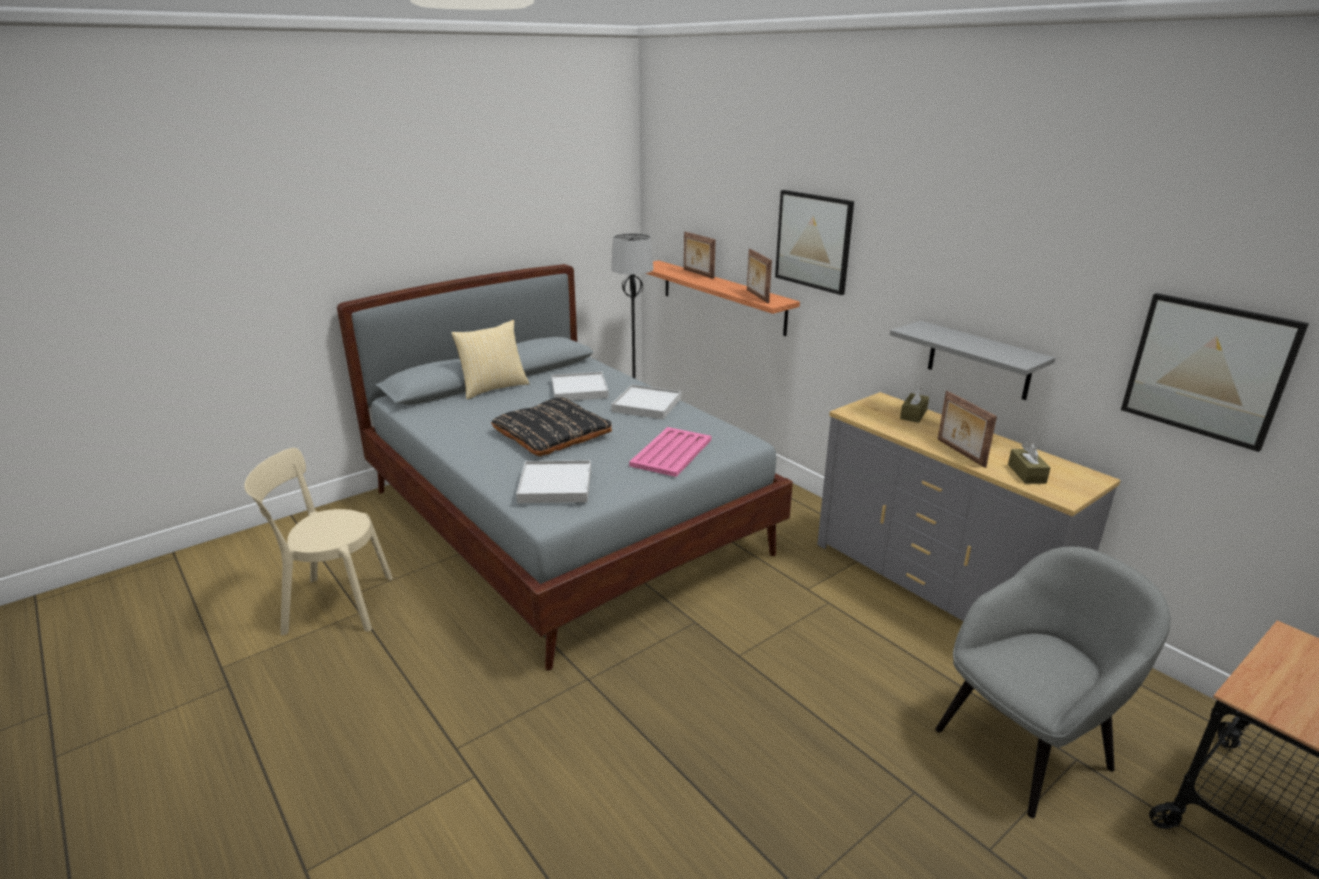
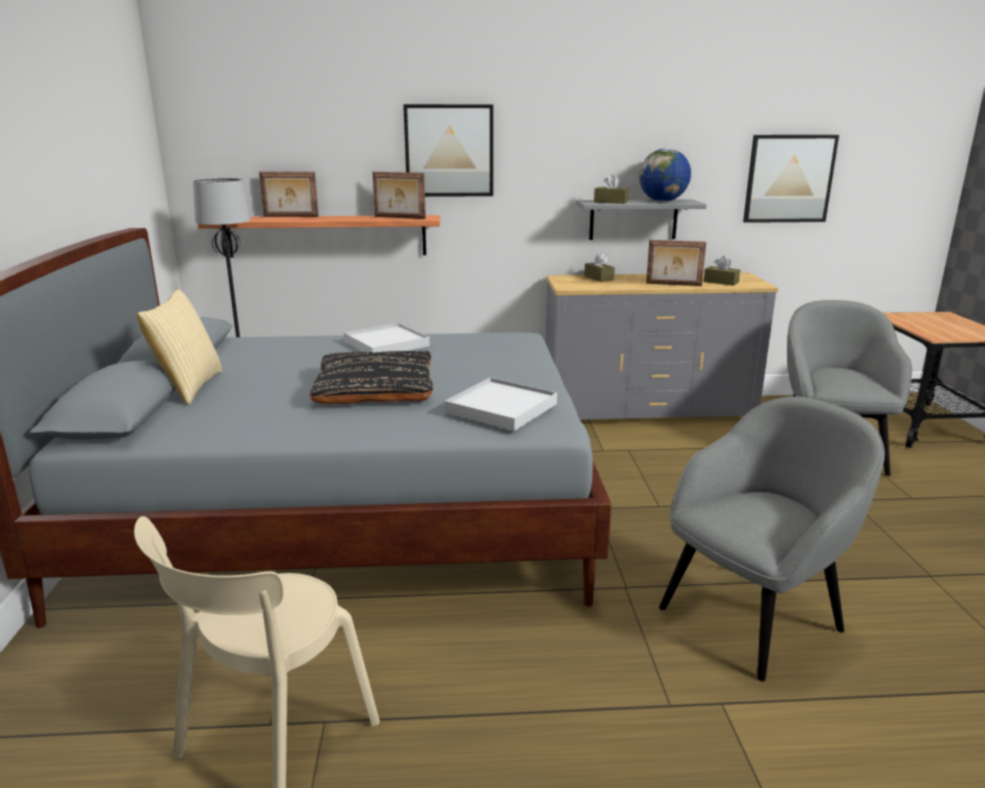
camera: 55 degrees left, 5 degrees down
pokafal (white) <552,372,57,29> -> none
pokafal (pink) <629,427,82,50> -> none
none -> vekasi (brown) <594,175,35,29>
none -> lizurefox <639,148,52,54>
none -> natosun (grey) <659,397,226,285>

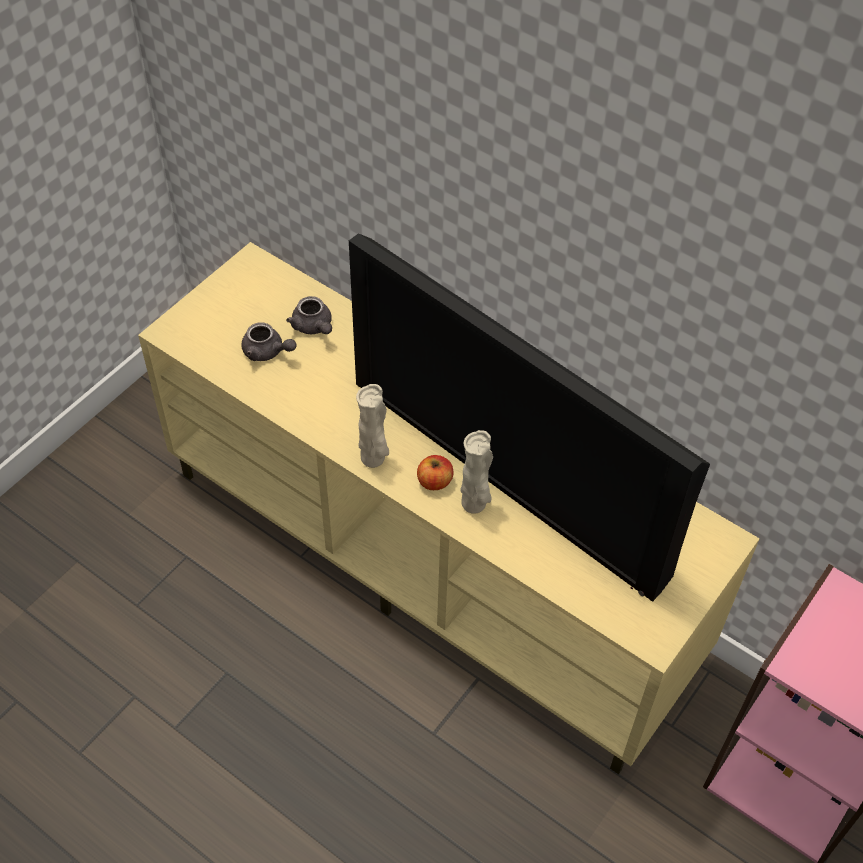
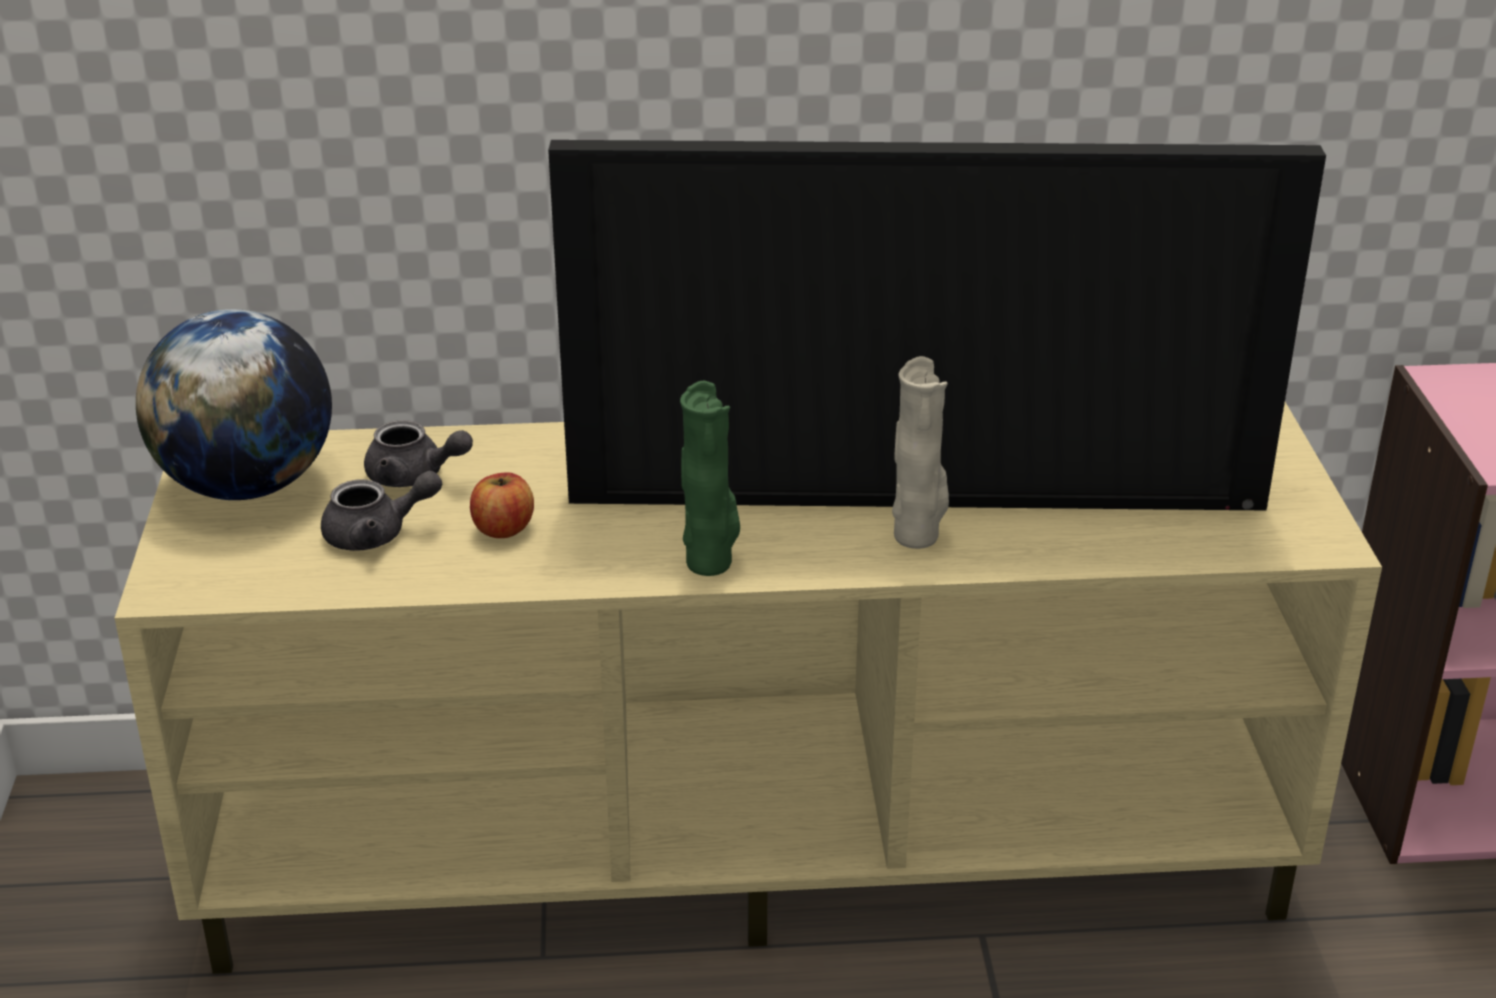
camera: 40 degrees left, 20 degrees down
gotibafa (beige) <356,384,33,84> -> gotibafa (green) <680,381,60,195>
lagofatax <417,455,37,35> -> lagofatax <470,472,64,66>, relocated
none -> lizurefox <136,309,196,191>

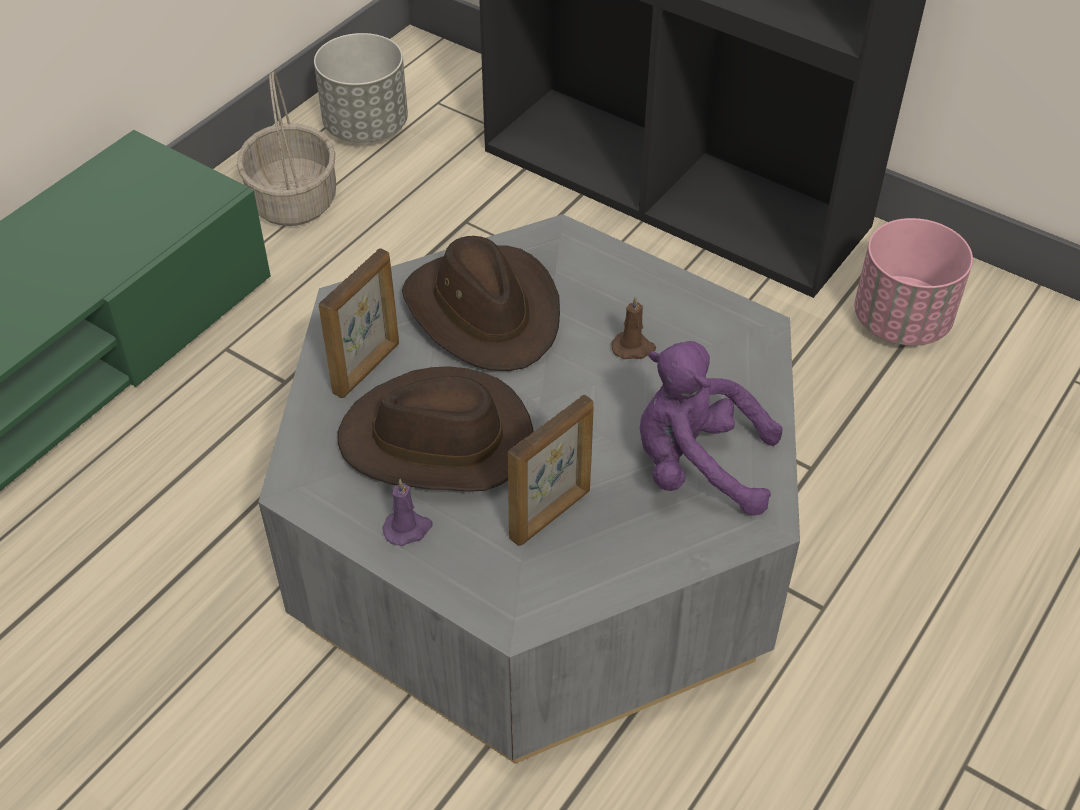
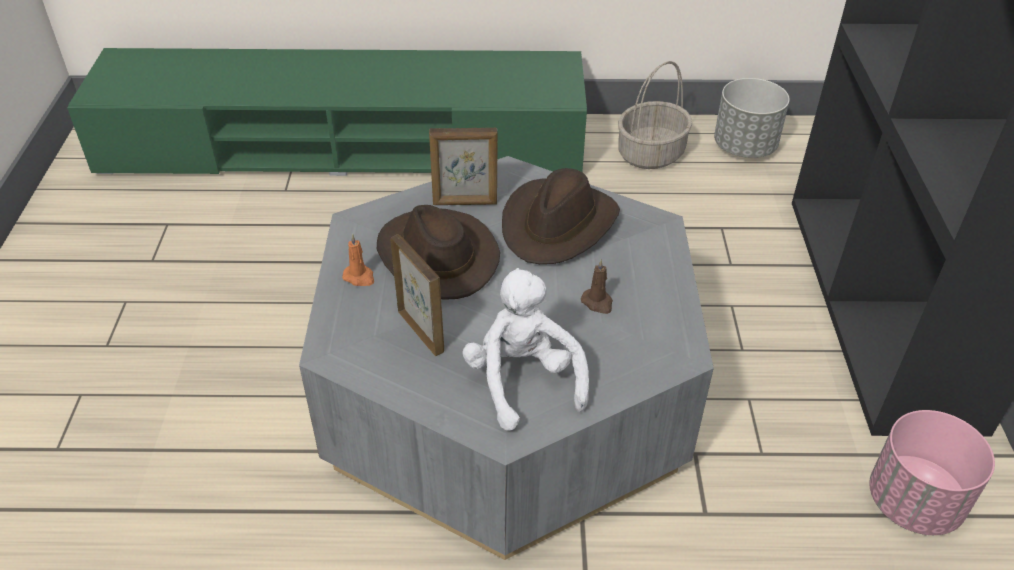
camera: 55 degrees right, 5 degrees down
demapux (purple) <382,479,50,67> -> demapux (orange) <342,234,32,52>
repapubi <508,394,86,152> -> repapubi <390,235,54,122>, 135 degrees counterclockwise
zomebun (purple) <640,341,143,175> -> zomebun (white) <462,268,127,163>

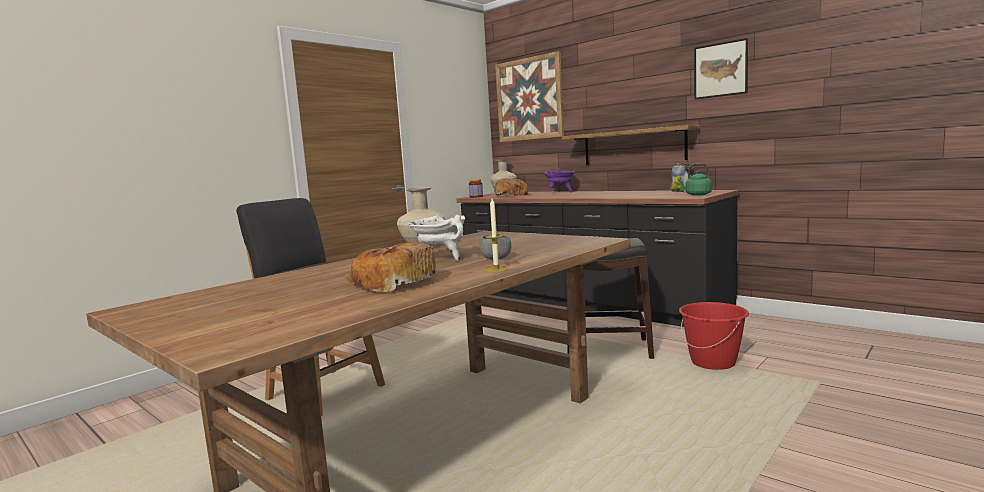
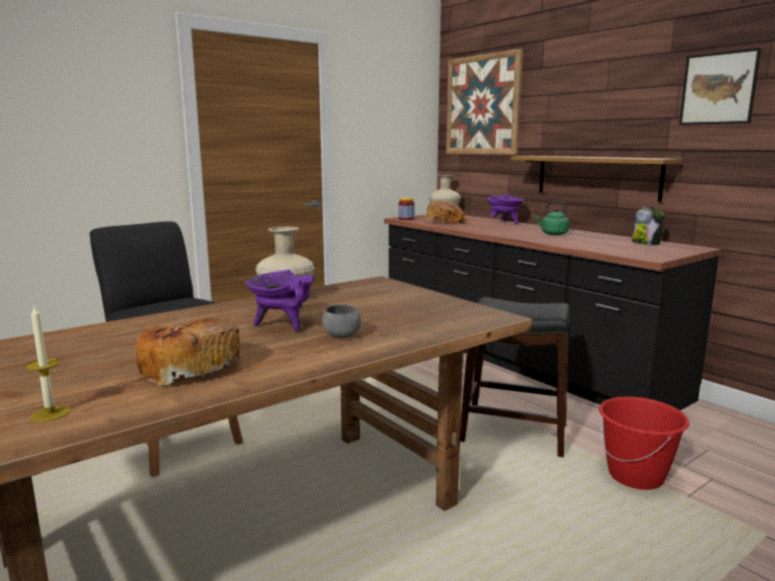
camera: 10 degrees right, 5 degrees up
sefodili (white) <408,215,57,46> -> sefodili (purple) <245,270,70,63>
demapux <485,199,23,73> -> demapux <25,306,45,116>, relocated
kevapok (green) <678,163,34,33> -> kevapok (green) <535,201,34,34>, relocated

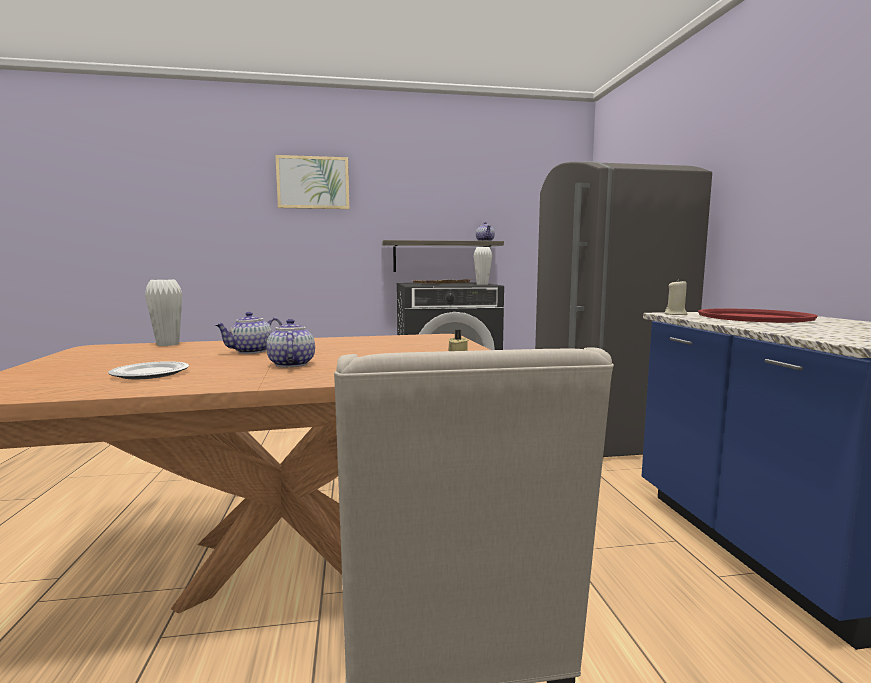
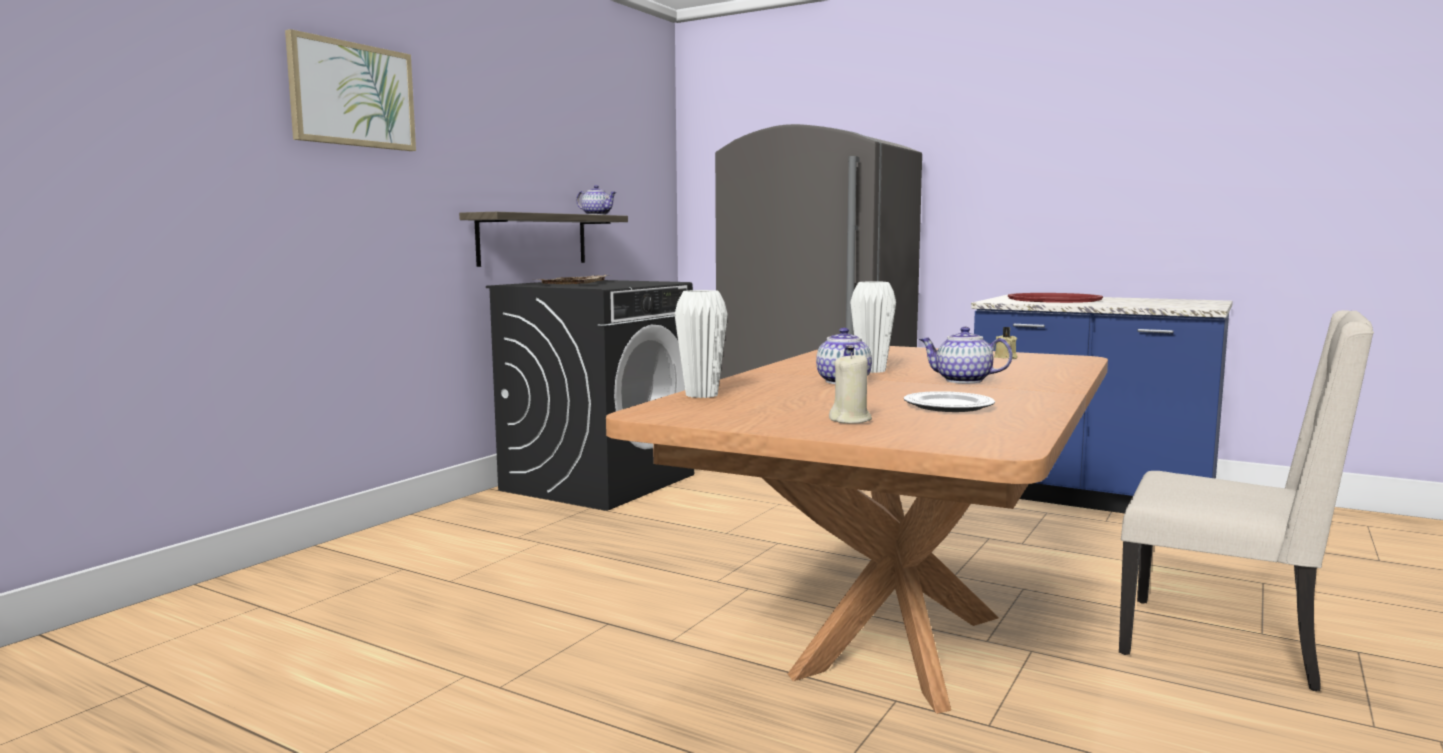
camera: 50 degrees left, 0 degrees up
gotibafa (white) <474,247,18,38> -> gotibafa (white) <850,281,46,92>, relocated
demapux (beige) <665,279,23,36> -> demapux (beige) <829,352,43,71>, relocated

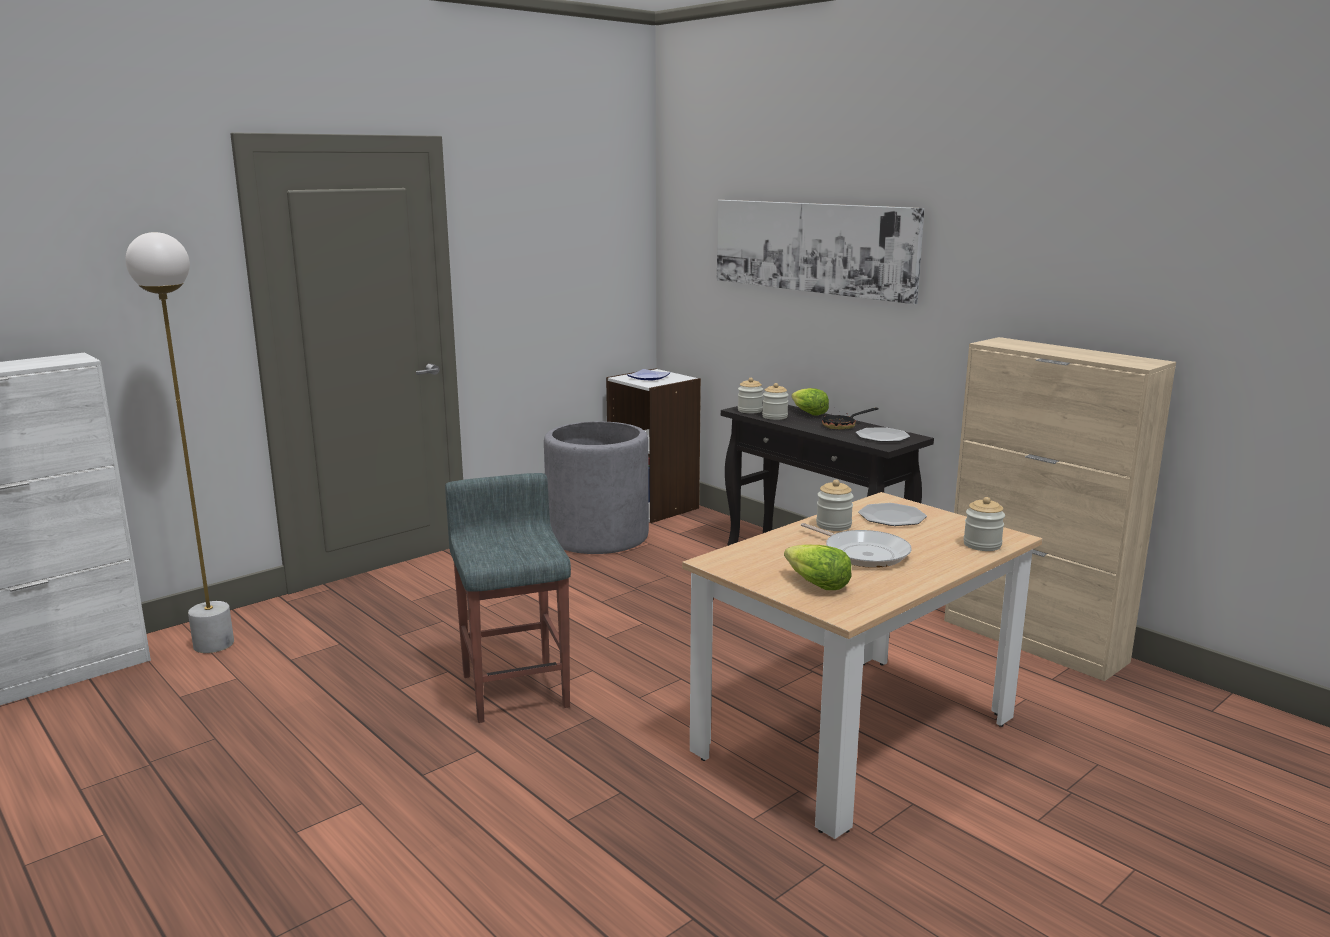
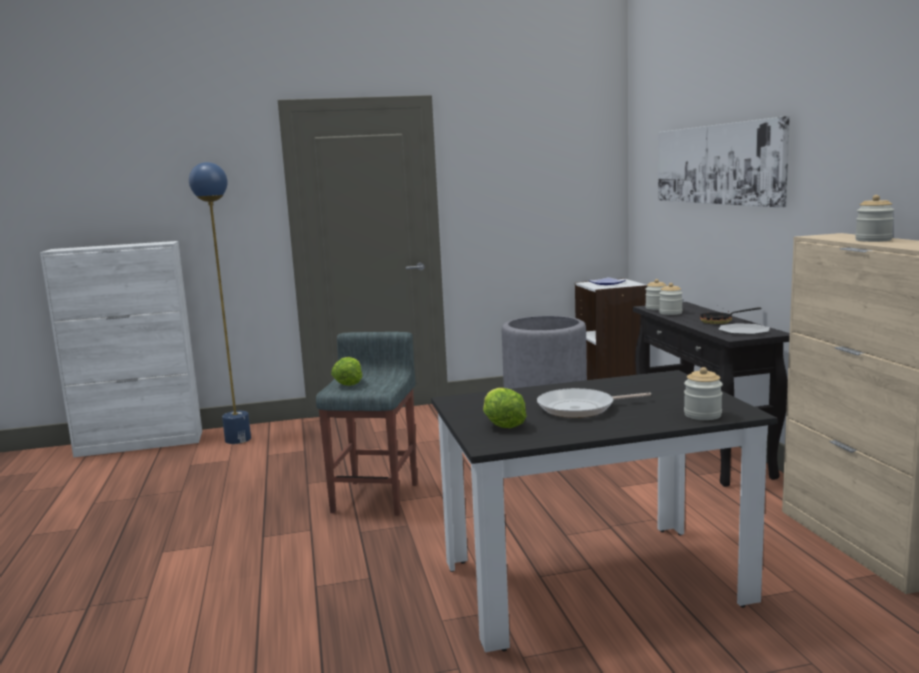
camera: 30 degrees right, 5 degrees down
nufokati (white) <125,232,109,421> -> nufokati (blue) <189,162,62,282>
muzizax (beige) <682,492,360,347> -> muzizax (black) <431,370,346,282>
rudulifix <791,388,38,28> -> rudulifix <331,357,31,29>, relocated
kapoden <801,523,111,45> -> kapoden <537,388,114,30>, 90 degrees clockwise
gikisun <816,480,38,51> -> gikisun <855,195,39,47>, relocated
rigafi <858,503,69,23> -> none

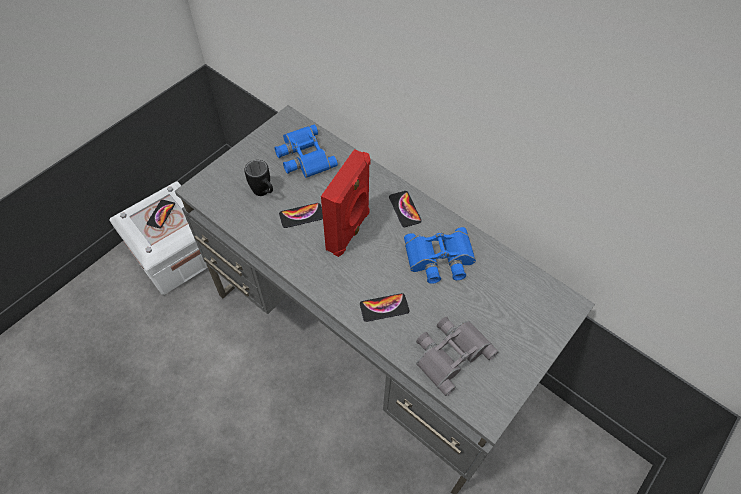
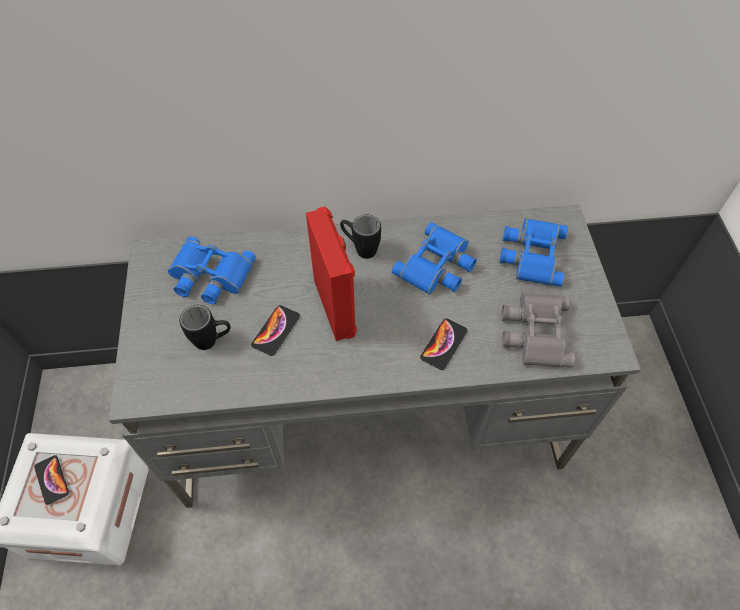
camera: 45 degrees left, 0 degrees up
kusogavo <389,191,33,36> -> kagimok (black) <340,214,41,45>
none -> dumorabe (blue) <499,218,69,69>

